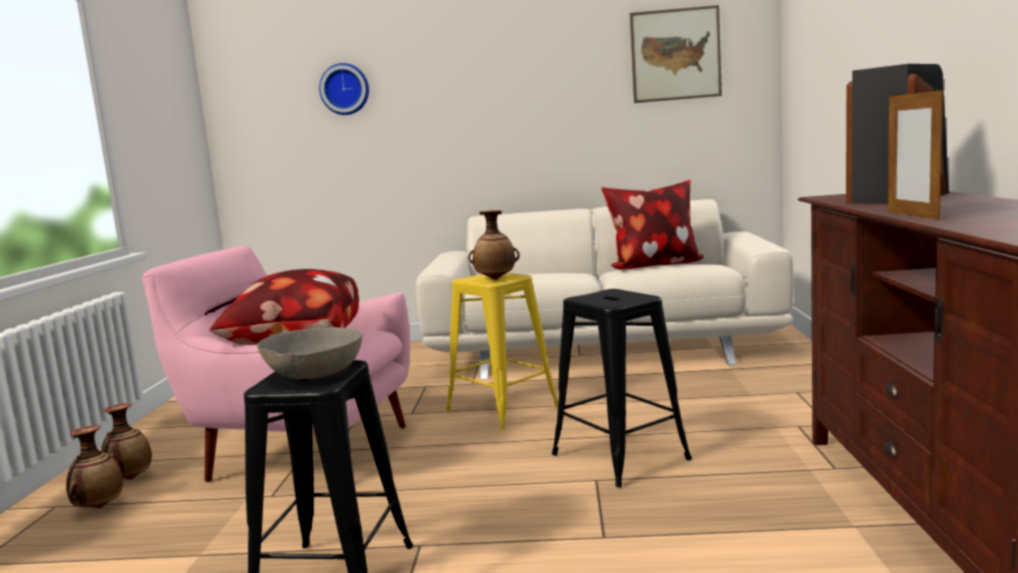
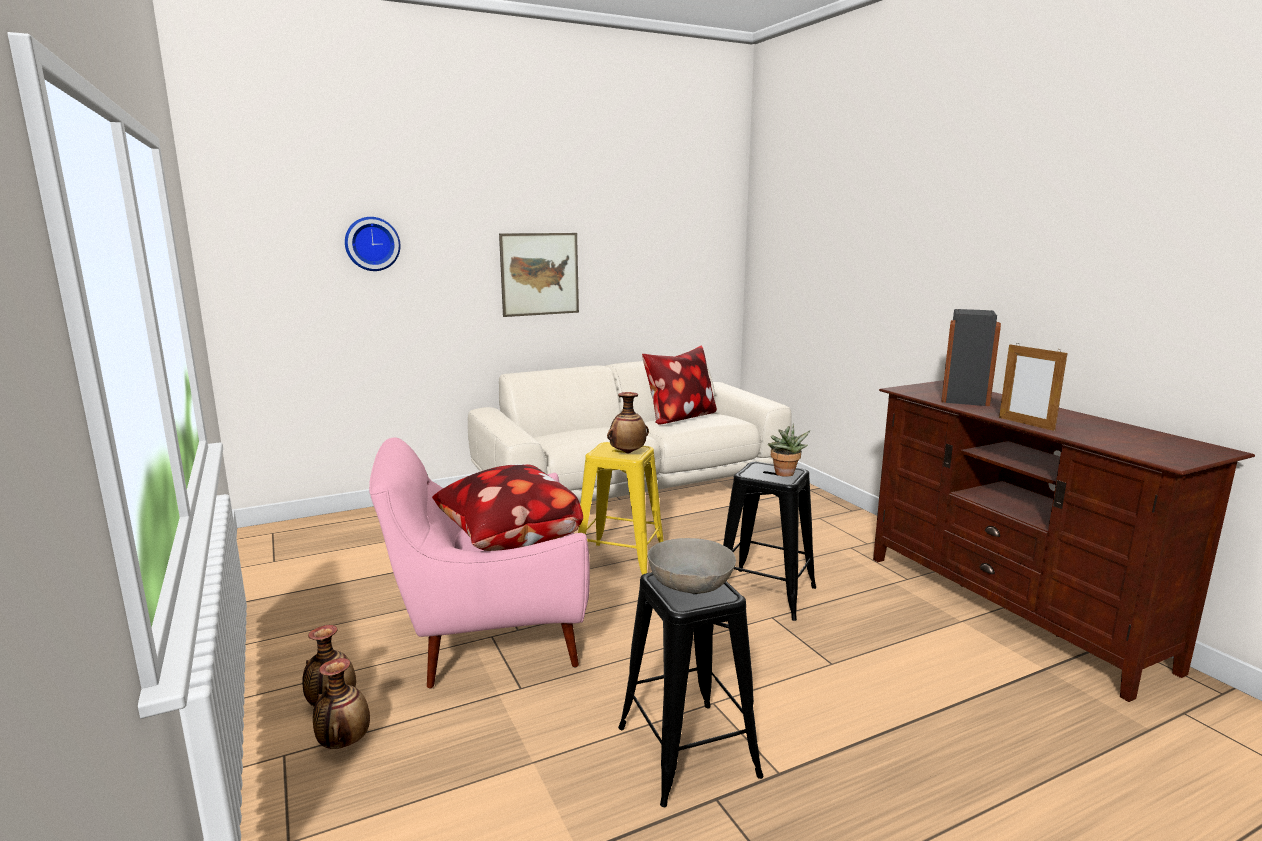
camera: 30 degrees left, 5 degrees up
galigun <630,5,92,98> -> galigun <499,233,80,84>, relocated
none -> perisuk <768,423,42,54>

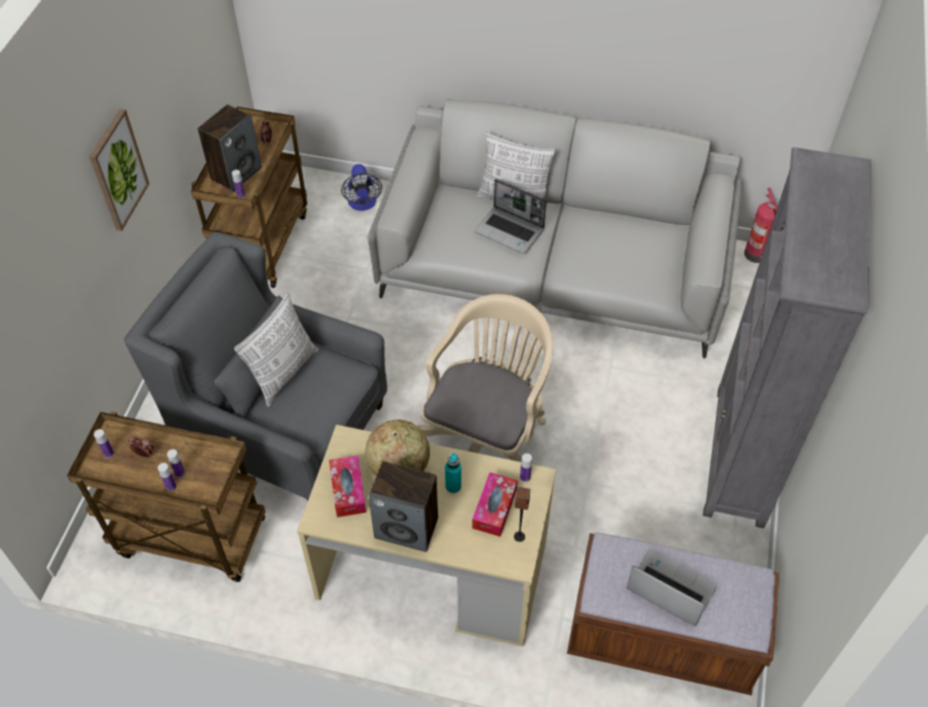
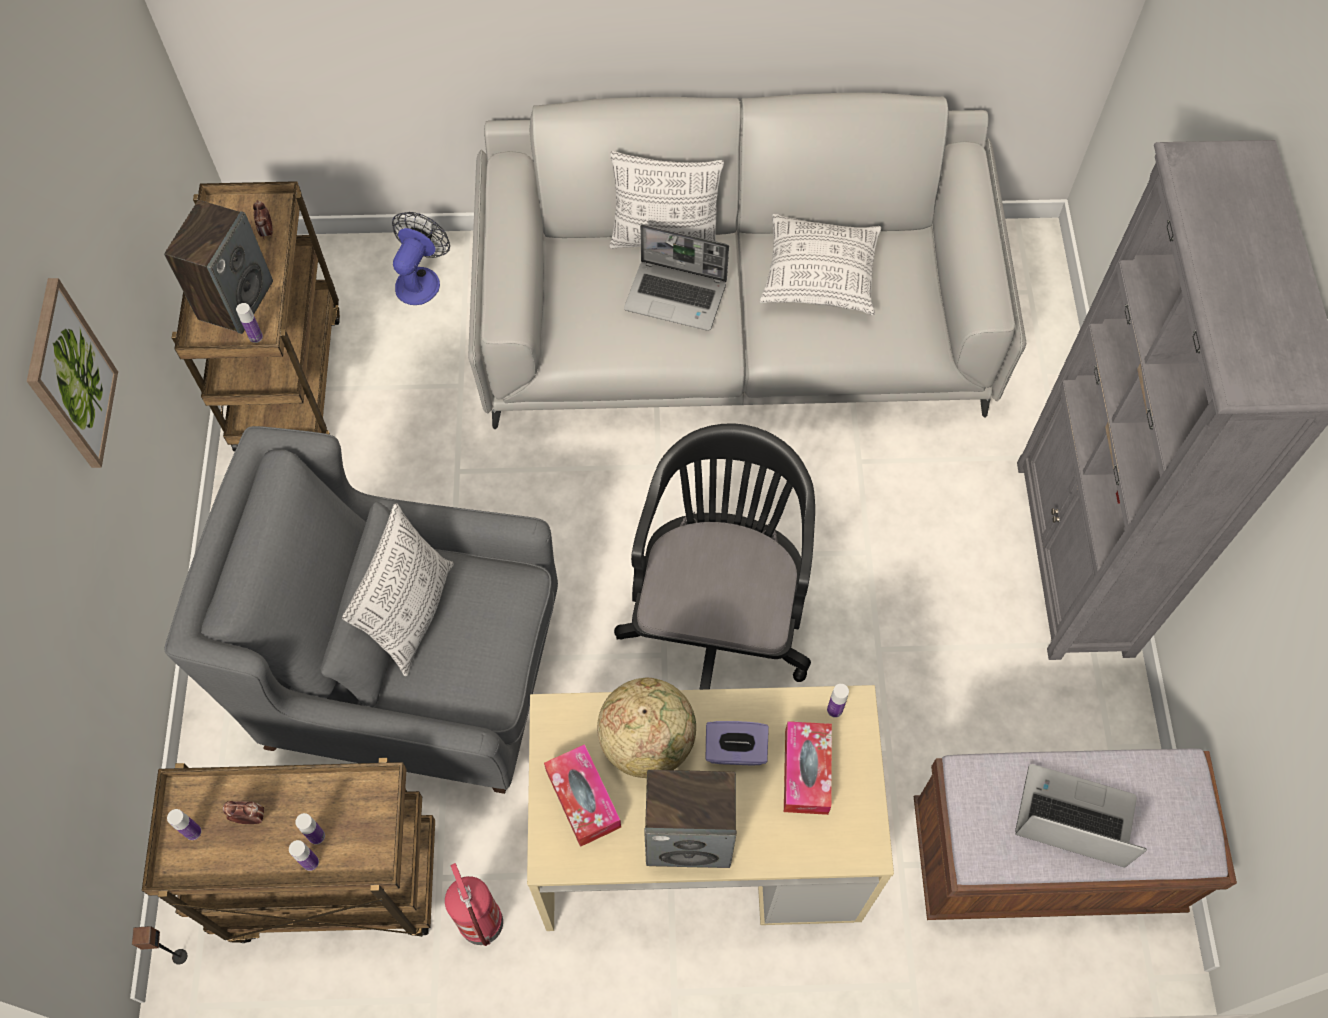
camera: 15 degrees left, 10 degrees up
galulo <341,164,41,47> -> galulo <392,212,58,93>, 135 degrees counterclockwise
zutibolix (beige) <418,294,135,168> -> zutibolix (black) <614,423,201,267>
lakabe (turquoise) <445,453,16,40> -> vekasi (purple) <706,721,63,44>
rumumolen <514,487,16,55> -> rumumolen <132,926,55,39>, relocated
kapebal <744,188,34,75> -> kapebal <445,863,58,83>, relocated
none -> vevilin <760,214,121,101>

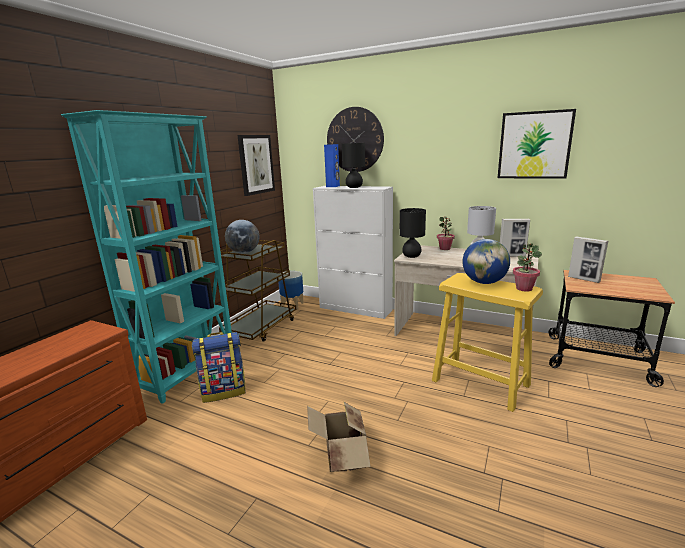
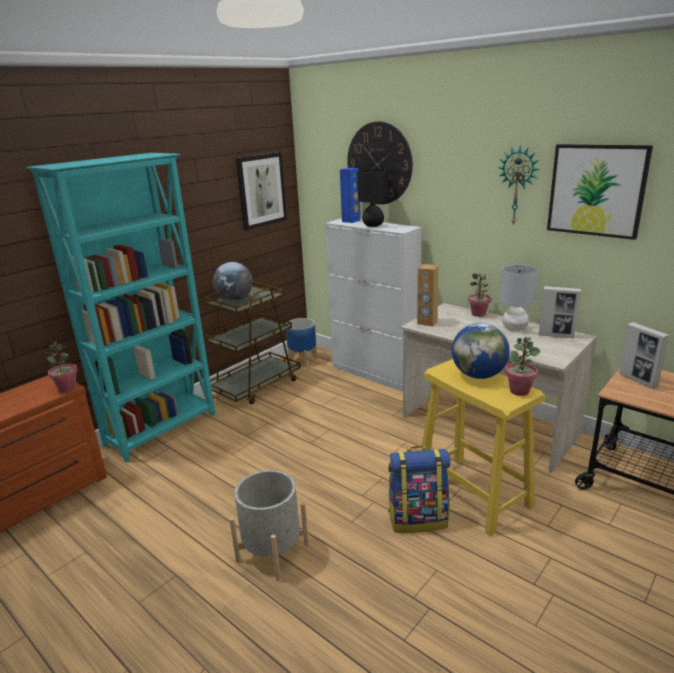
camera: 15 degrees right, 5 degrees up
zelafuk <192,332,54,71> -> zelafuk <388,446,62,87>, relocated
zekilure <307,402,64,70> -> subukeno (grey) <229,470,80,111>
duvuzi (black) <400,208,26,50> -> rumumolen (brown) <417,264,21,62>
none -> perisuk <44,341,34,51>
none -> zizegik <498,145,42,81>

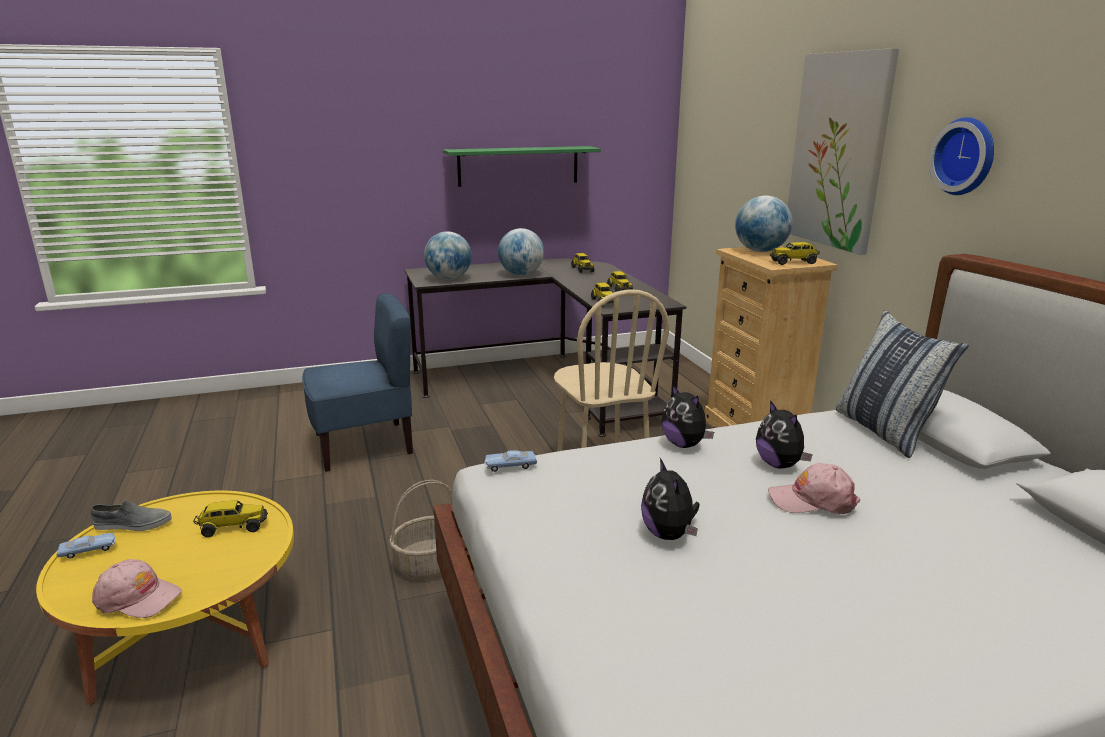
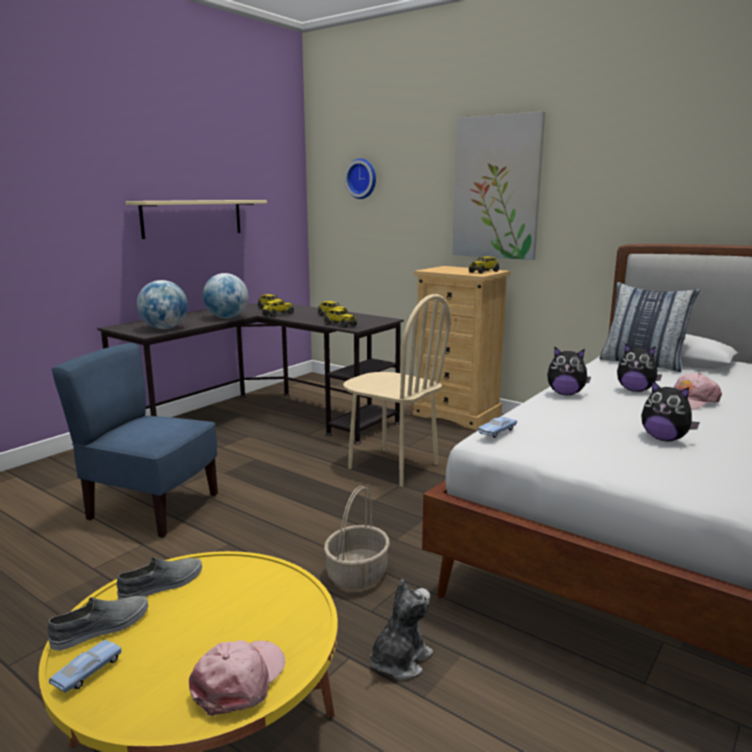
camera: 35 degrees left, 5 degrees down
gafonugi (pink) <92,559,90,59> -> gafonugi (pink) <189,640,96,76>, 45 degrees counterclockwise
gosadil <193,500,75,37> -> gosadil <261,300,33,17>, relocated
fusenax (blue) <302,293,111,179> -> fusenax (blue) <52,343,166,195>, 105 degrees counterclockwise
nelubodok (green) <443,146,158,41> -> nelubodok (beige) <126,200,141,39>
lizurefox <735,195,58,57> -> none
zizegik <929,117,65,78> -> zizegik <345,158,31,41>, relocated
none -> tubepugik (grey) <117,557,85,43>
none -> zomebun <370,579,63,100>

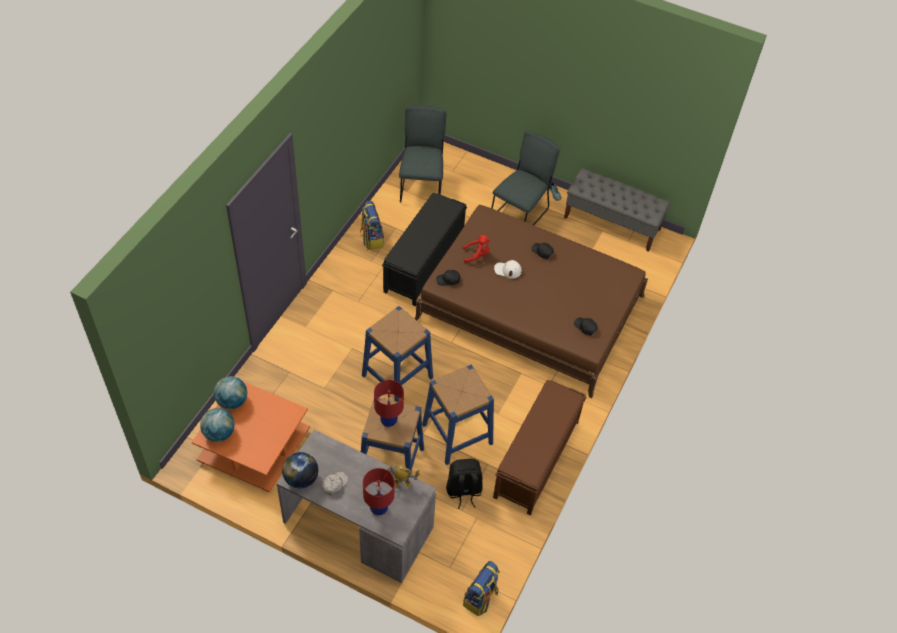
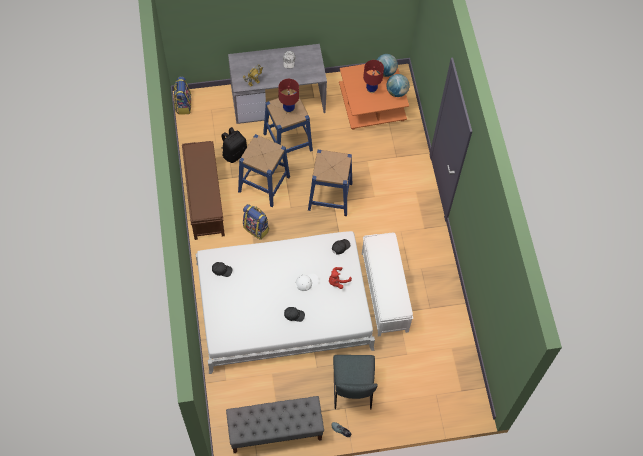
camera: 145 degrees right, 10 degrees up
lizurefox <282,452,36,36> -> none
zelafuk <360,201,24,49> -> zelafuk <243,204,26,36>, relocated
duvuzi (red) <363,468,32,49> -> duvuzi (red) <363,60,21,33>, relocated
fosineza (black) <382,193,85,113> -> fosineza (white) <362,233,51,104>
fusenax (grey) <399,106,47,97> -> none
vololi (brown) <415,205,233,193> -> vololi (white) <196,231,179,143>

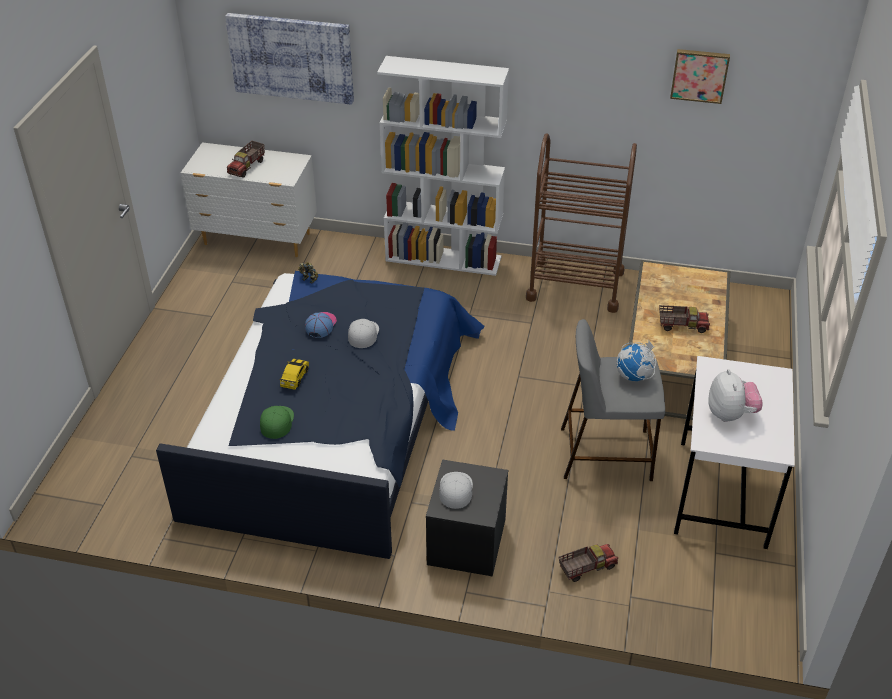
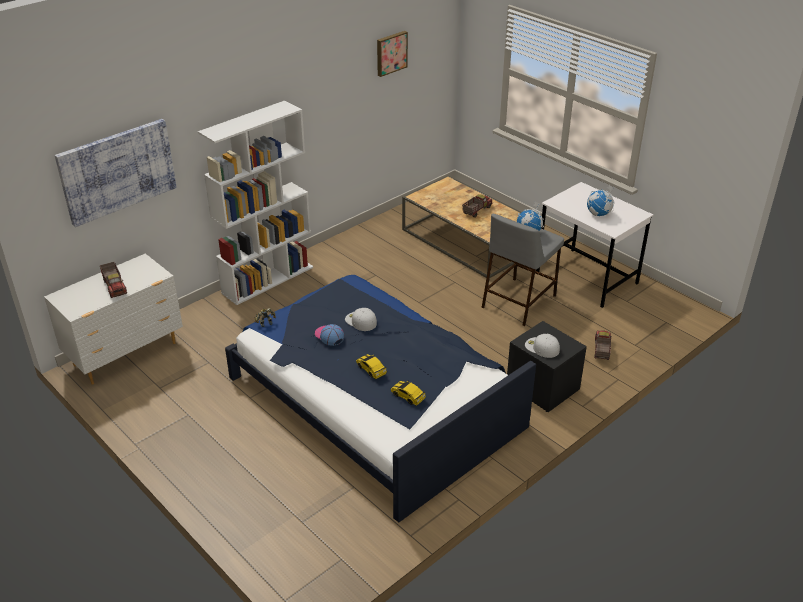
camera: 55 degrees left, 5 degrees down
gafonugi (green) <260,406,34,33> -> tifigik <391,381,35,25>
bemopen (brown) <526,133,111,180> -> none
zomebun <708,369,54,53> -> lizurefox <587,185,28,31>

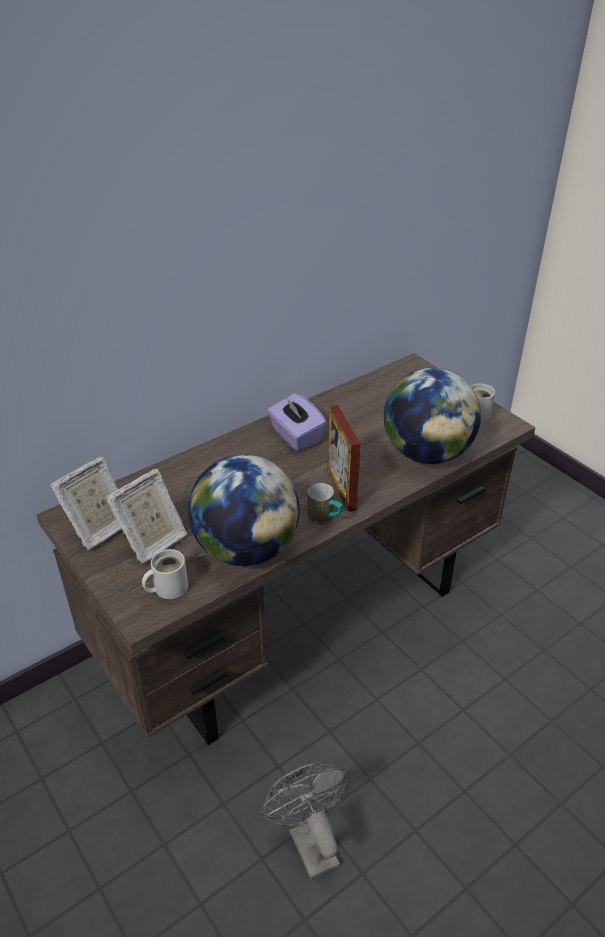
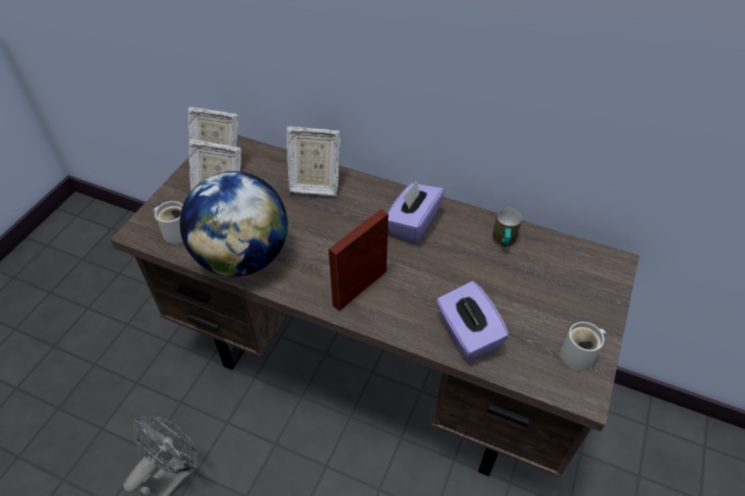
camera: 60 degrees right, 10 degrees up
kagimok <308,483,34,43> -> kagimok <492,208,30,39>, relocated
lizurefox <384,368,97,96> -> vekasi (purple) <437,281,72,79>
none -> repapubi <286,127,55,70>

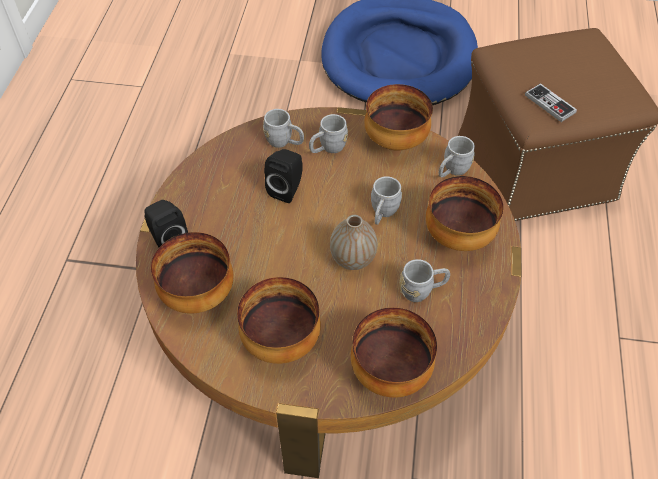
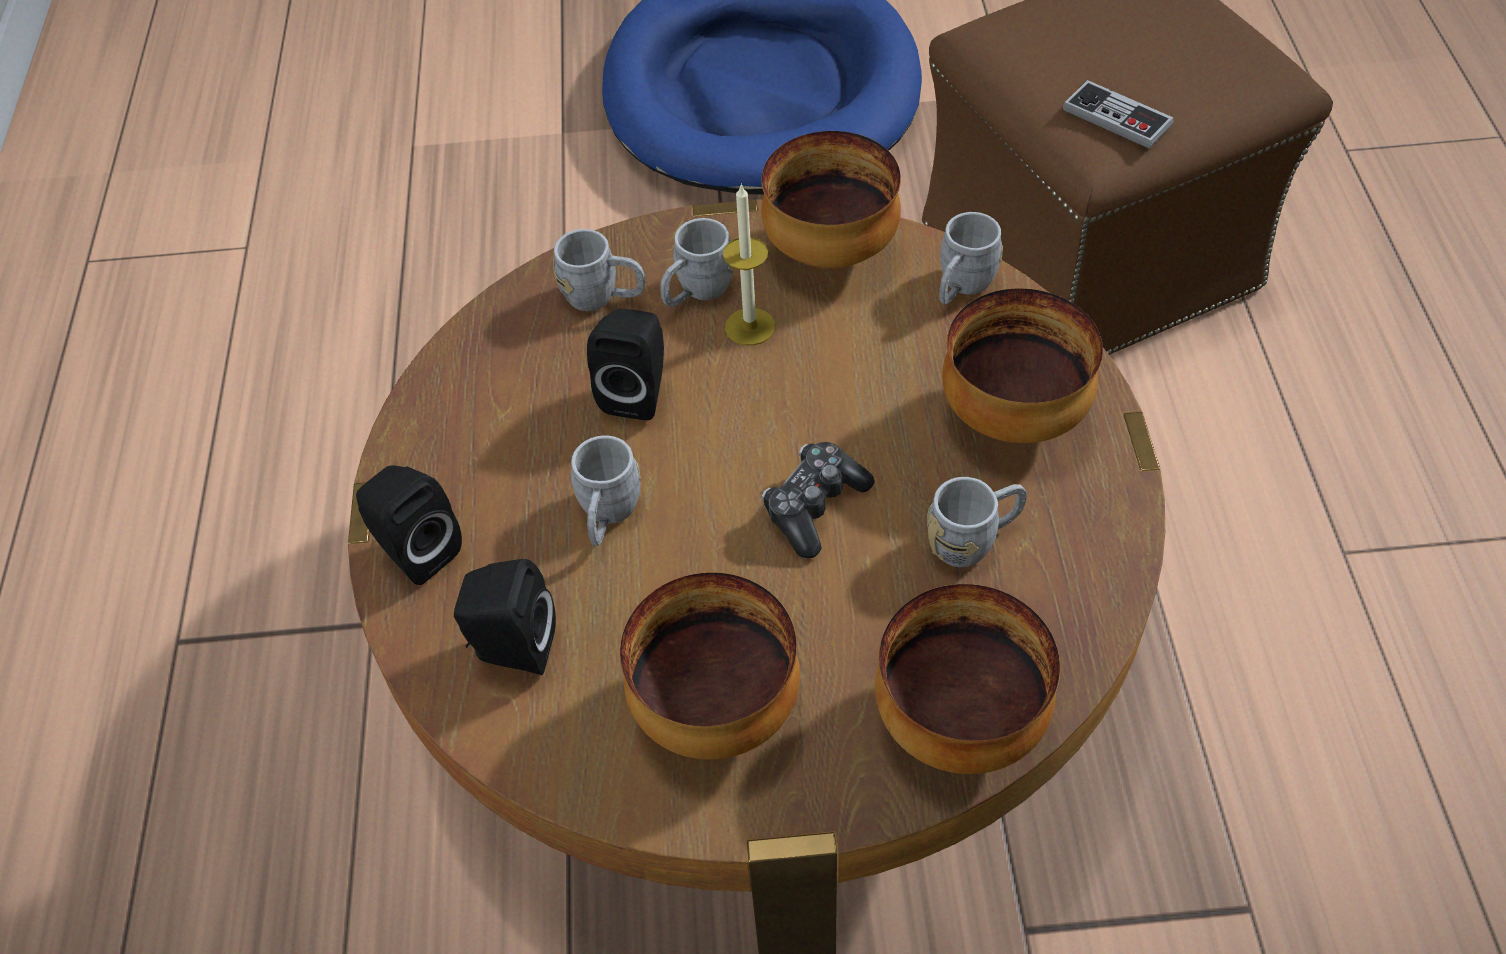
camera: 10 degrees left, 0 degrees up
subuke <151,232,82,82> -> rumumolen (black) <454,559,102,116>
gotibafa <330,215,47,55> -> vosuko <762,442,113,116>
kagimok (grey) <371,176,31,49> -> kagimok (grey) <571,436,70,110>, relocated
none -> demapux <723,183,52,163>

